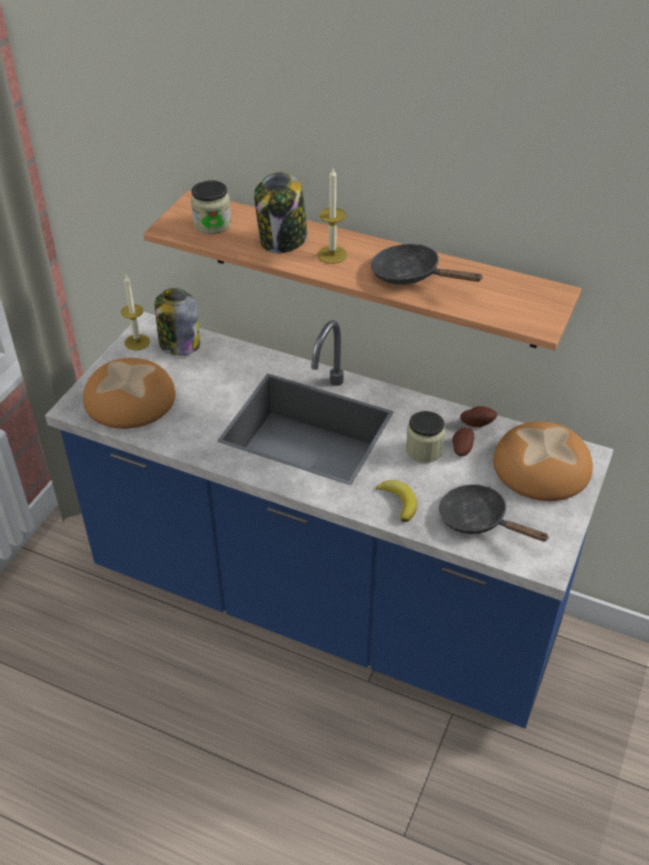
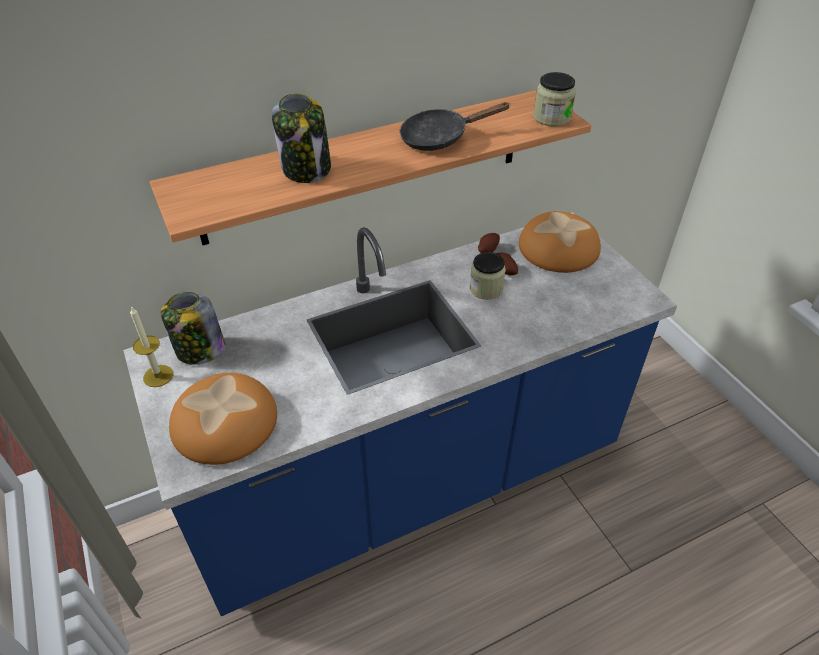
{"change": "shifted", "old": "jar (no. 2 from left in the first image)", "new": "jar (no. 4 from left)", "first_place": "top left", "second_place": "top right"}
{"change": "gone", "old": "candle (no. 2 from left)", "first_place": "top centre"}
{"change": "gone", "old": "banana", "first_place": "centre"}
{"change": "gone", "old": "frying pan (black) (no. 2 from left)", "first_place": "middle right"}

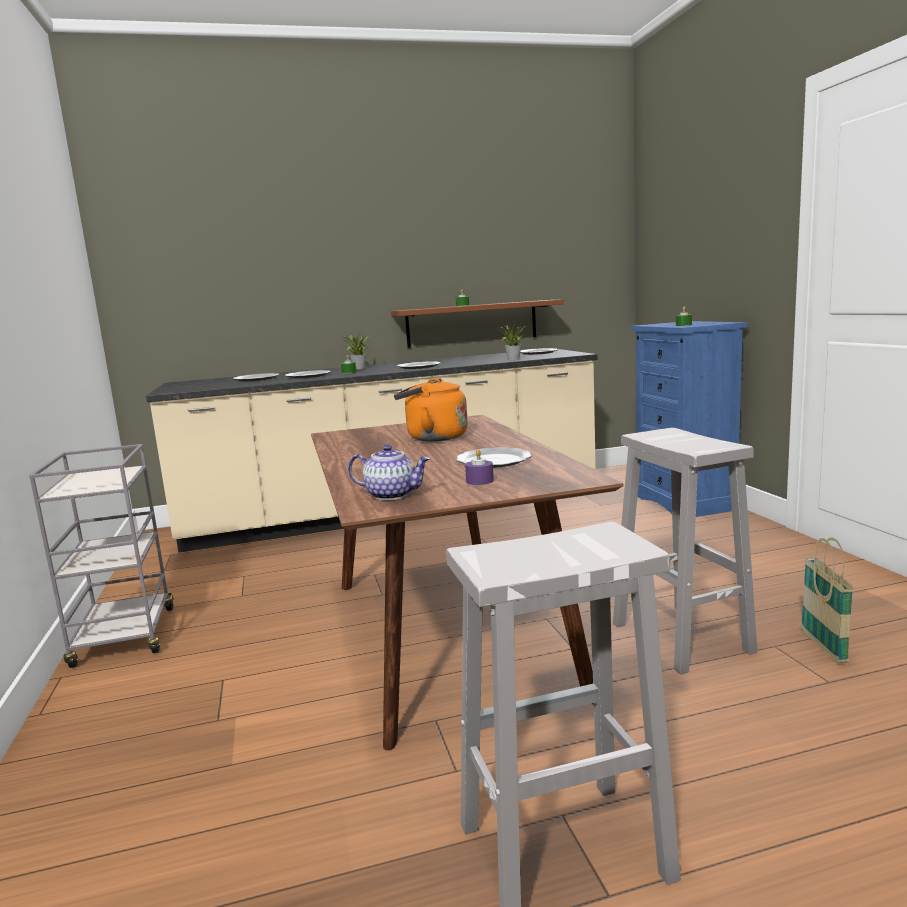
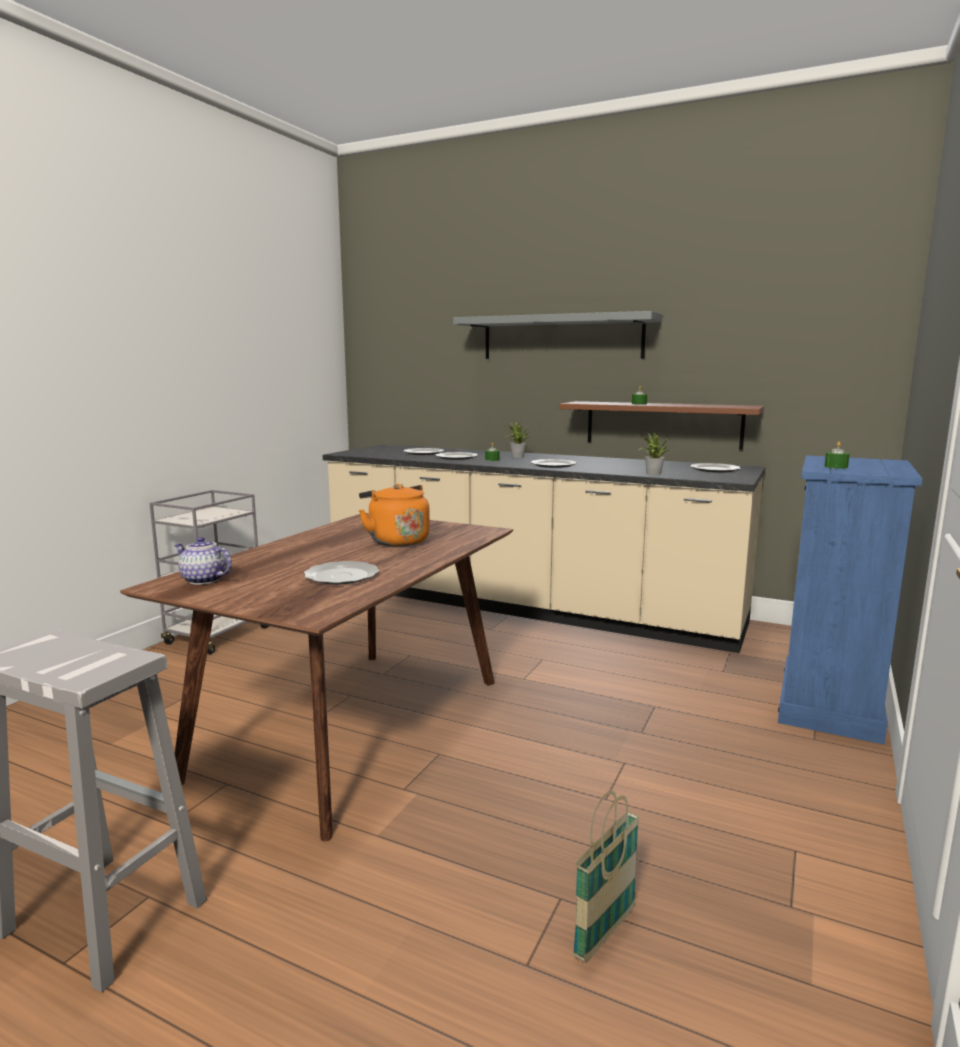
{"change": "rotated", "old": "teapot", "first_place": "centre", "second_place": "middle left", "degrees": 150}
{"change": "new", "new": "shelf (grey)", "second_place": "top centre"}
{"change": "gone", "old": "candle (purple)", "first_place": "centre"}
{"change": "gone", "old": "stool (white) (no. 2 from left)", "first_place": "middle right"}

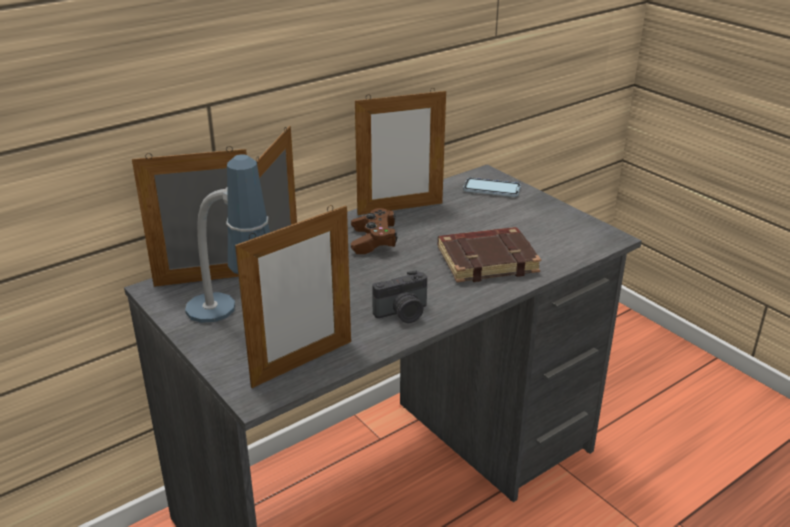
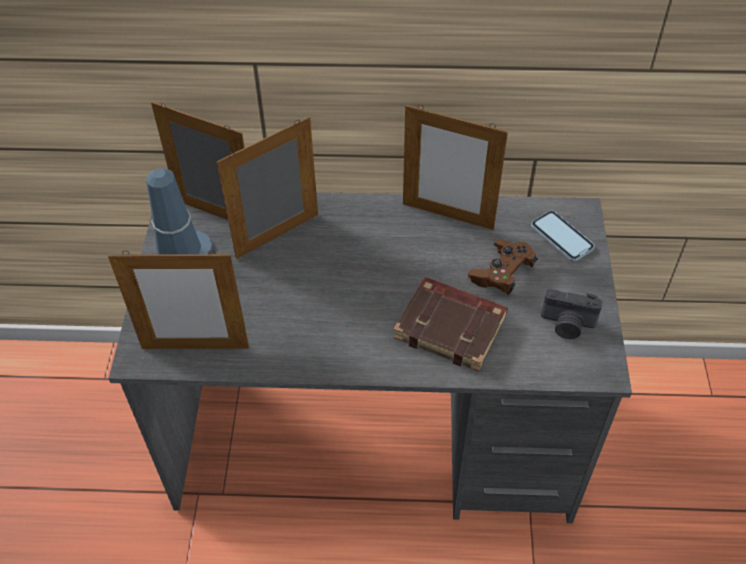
{"change": "shifted", "old": "game controller (brown)", "first_place": "centre", "second_place": "middle right"}
{"change": "shifted", "old": "photo camera", "first_place": "centre", "second_place": "middle right"}

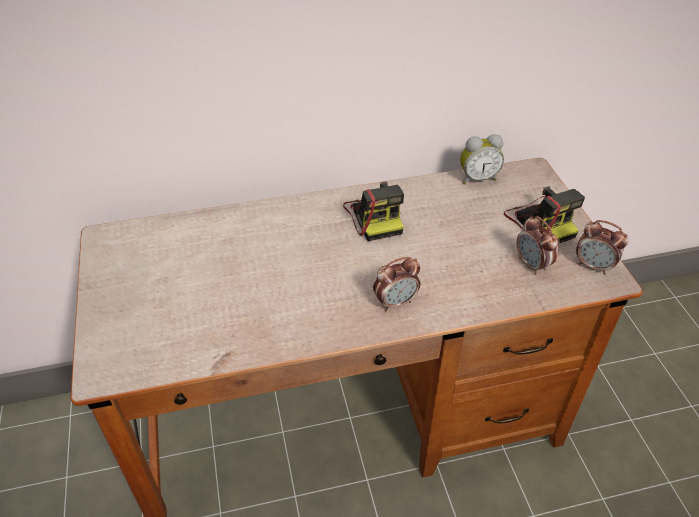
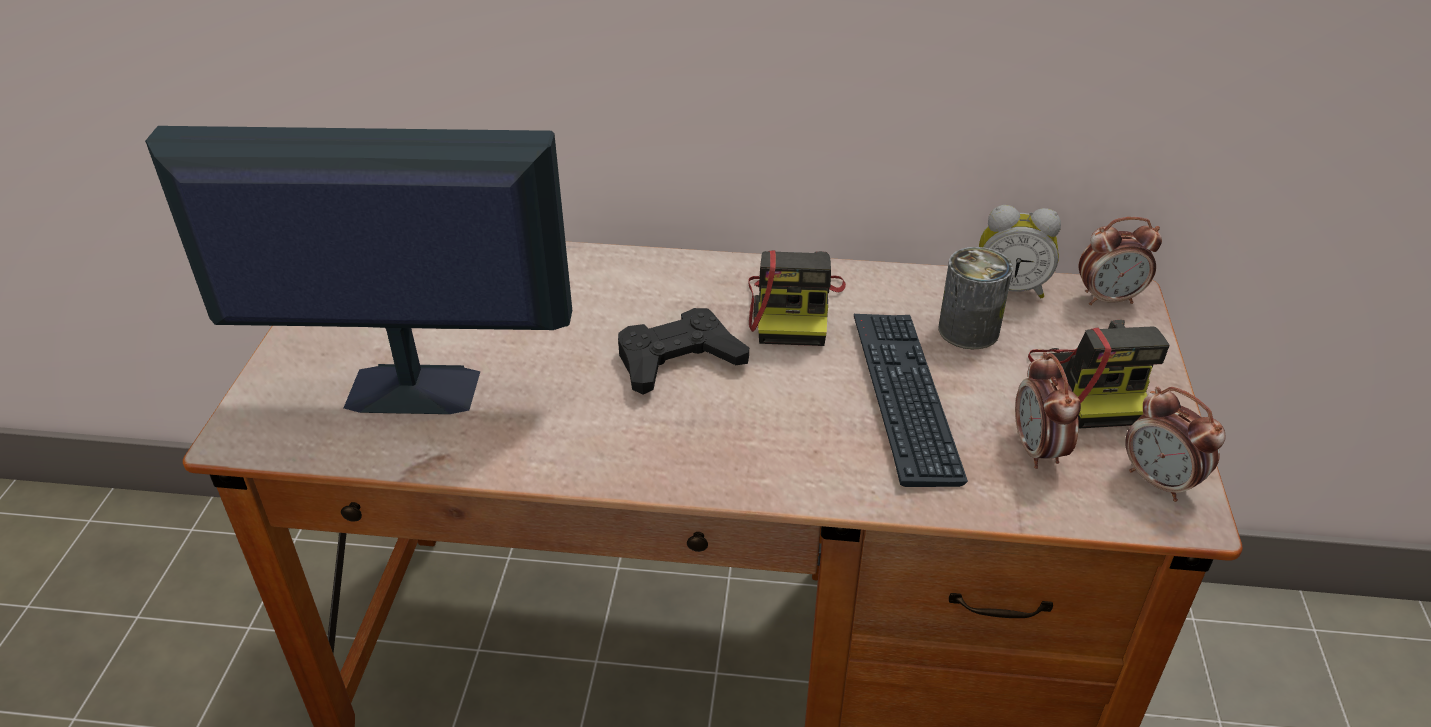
{"change": "new", "new": "monitor", "second_place": "middle left"}
{"change": "new", "new": "game controller (black)", "second_place": "centre"}
{"change": "new", "new": "keyboard", "second_place": "centre"}
{"change": "new", "new": "can", "second_place": "middle right"}
{"change": "shifted", "old": "alarm clock (no. 1 from left in the first image)", "new": "alarm clock (no. 3 from left)", "first_place": "centre", "second_place": "middle right"}

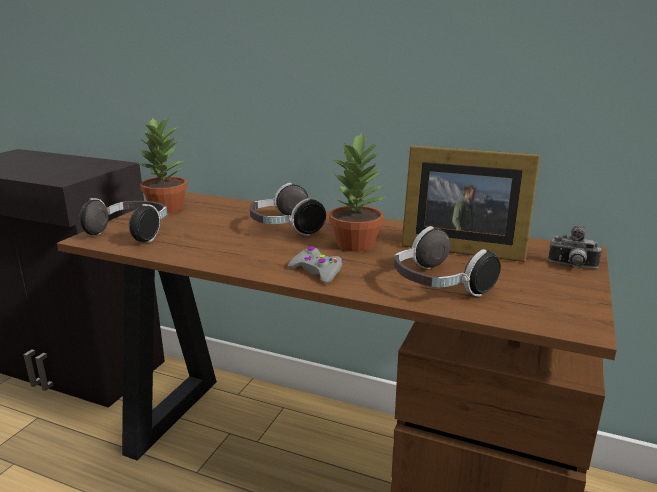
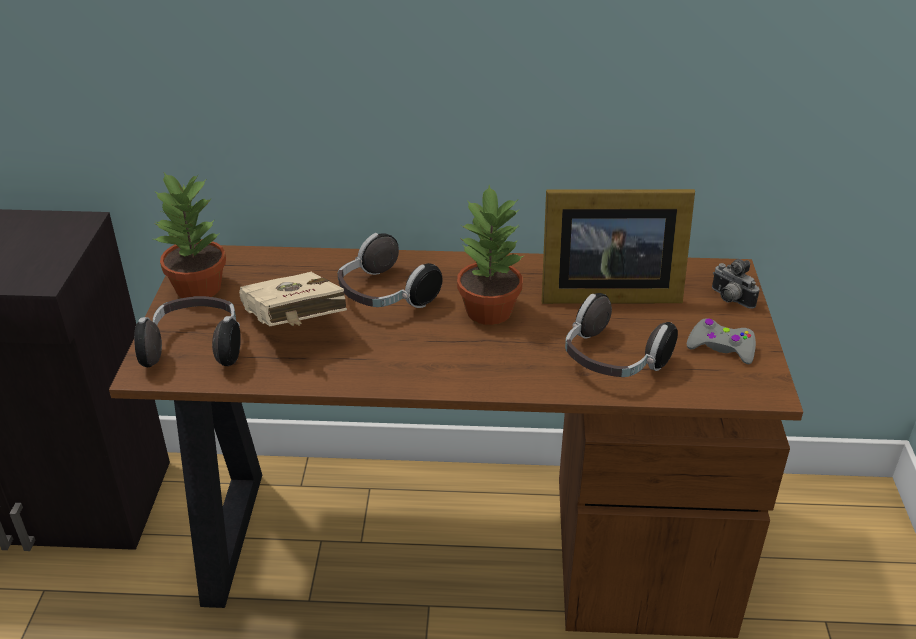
{"change": "new", "new": "book (beige)", "second_place": "middle left"}
{"change": "shifted", "old": "game controller (grey)", "first_place": "centre", "second_place": "middle right"}
{"change": "rotated", "old": "photo camera", "first_place": "middle right", "second_place": "middle right", "degrees": 45}

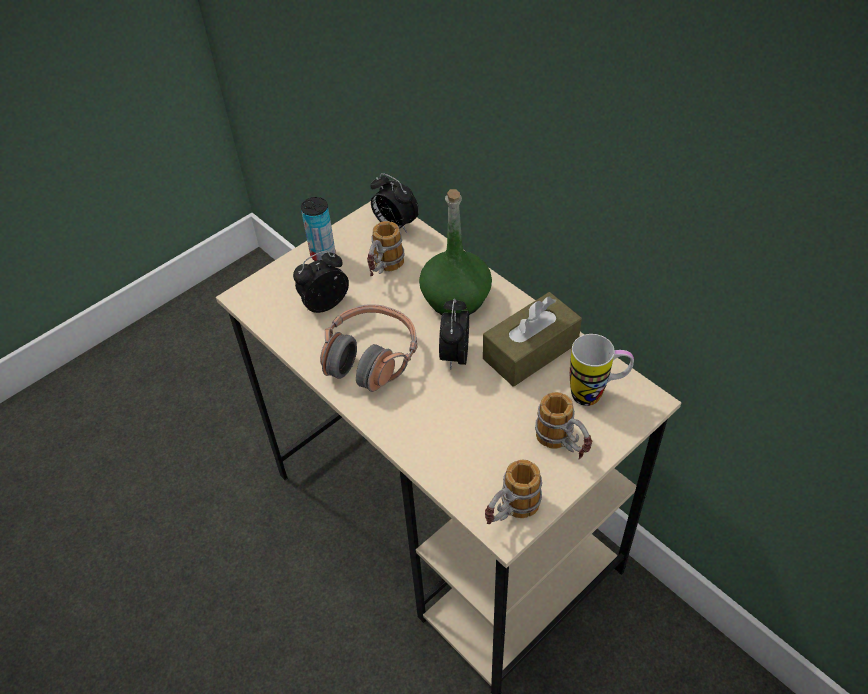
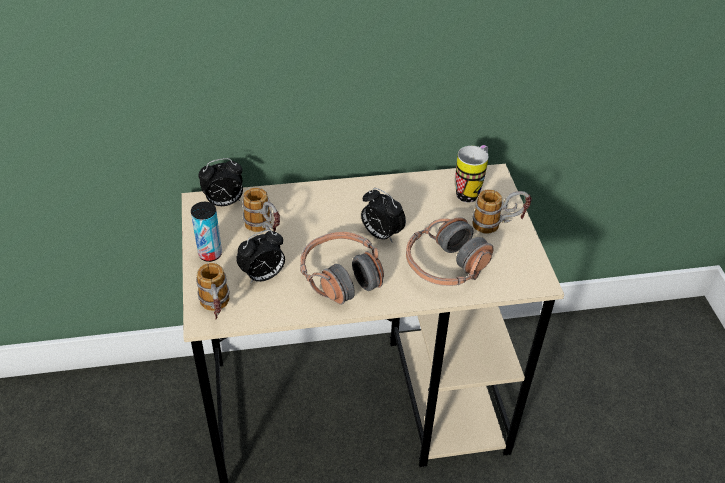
{"change": "shifted", "old": "mug (no. 2 from left in the first image)", "new": "mug (no. 1 from left)", "first_place": "bottom centre", "second_place": "middle left"}
{"change": "rotated", "old": "alarm clock (no. 1 from left in the first image)", "first_place": "centre", "second_place": "centre", "degrees": -120}
{"change": "new", "new": "headphones (no. 2 from left)", "second_place": "centre"}
{"change": "gone", "old": "bottle (green)", "first_place": "centre"}
{"change": "gone", "old": "tissue box (brown)", "first_place": "centre"}

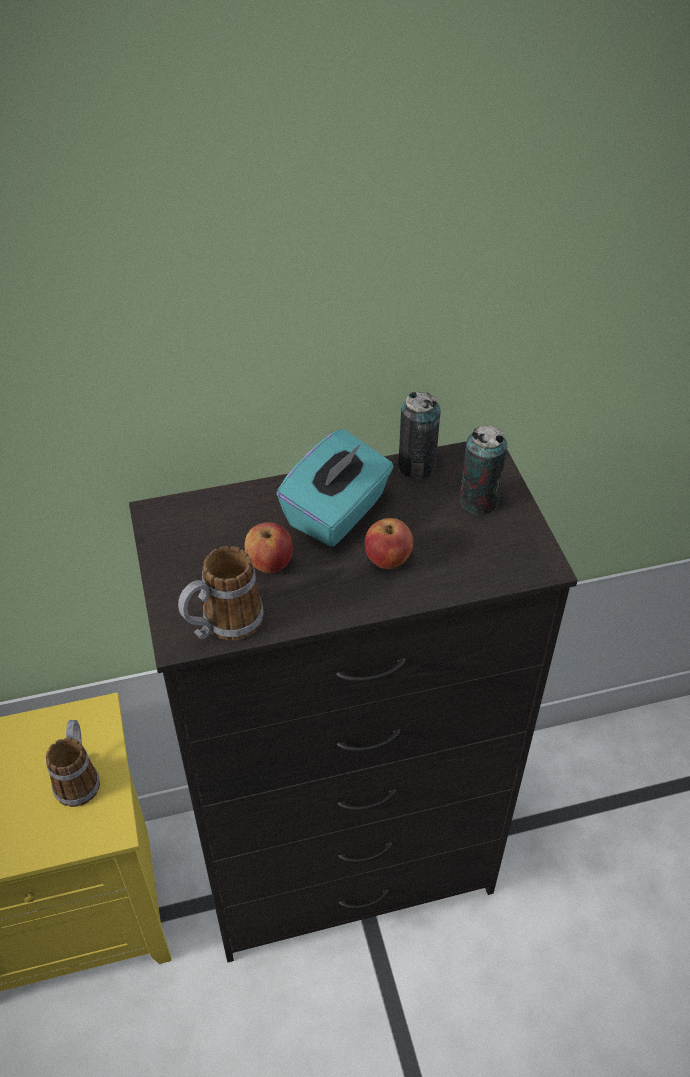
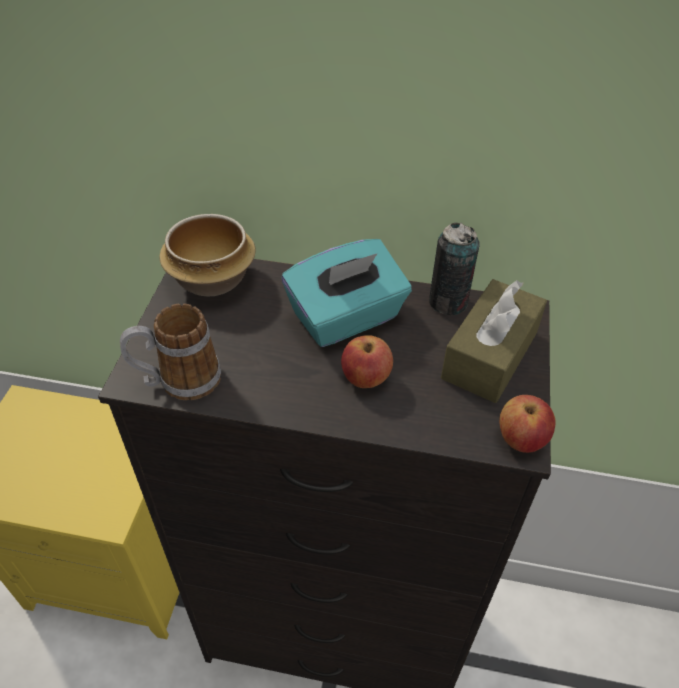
{"change": "new", "new": "bowl", "second_place": "middle left"}
{"change": "swapped", "old": "can (no. 2 from left)", "new": "tissue box (brown)", "first_place": "middle right", "second_place": "middle right"}
{"change": "shifted", "old": "apple (no. 1 from left in the first image)", "new": "apple (no. 2 from left)", "first_place": "centre", "second_place": "middle right"}
{"change": "gone", "old": "mug (no. 1 from left)", "first_place": "bottom left"}

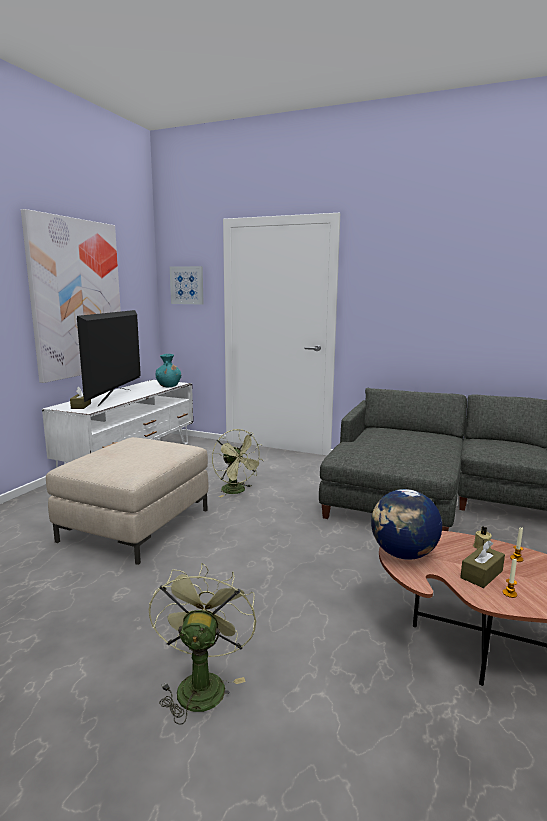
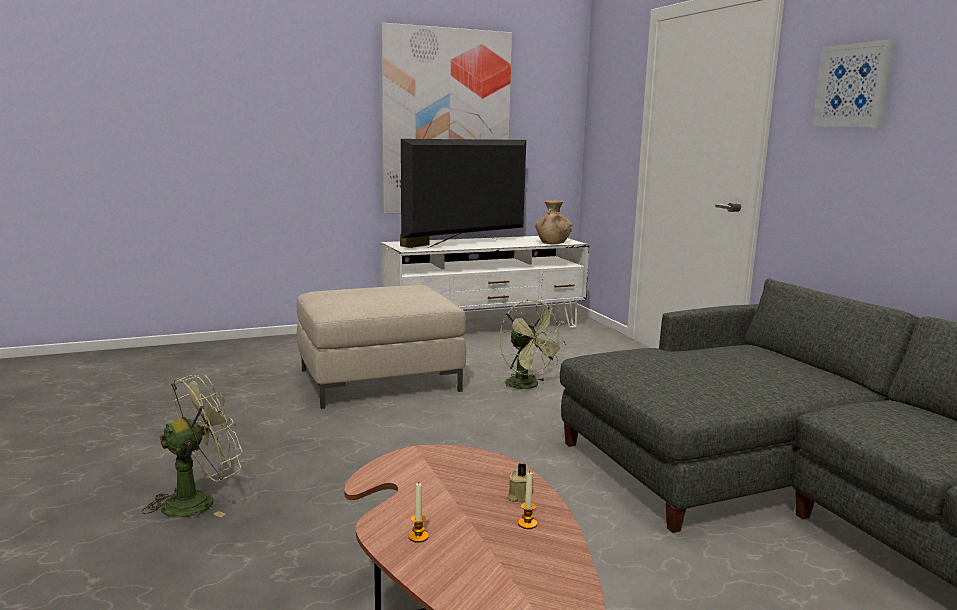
{"change": "rotated", "old": "fan (green) (no. 2 from left)", "first_place": "centre", "second_place": "centre", "degrees": -45}
{"change": "repainted", "old": "vase (turquoise)", "new": "vase (brown)", "first_place": "middle left", "second_place": "centre"}
{"change": "shifted", "old": "picture (no. 2 from left)", "first_place": "centre", "second_place": "top right"}
{"change": "gone", "old": "globe", "first_place": "middle right"}
{"change": "gone", "old": "tissue box (brown) (no. 2 from left)", "first_place": "bottom right"}

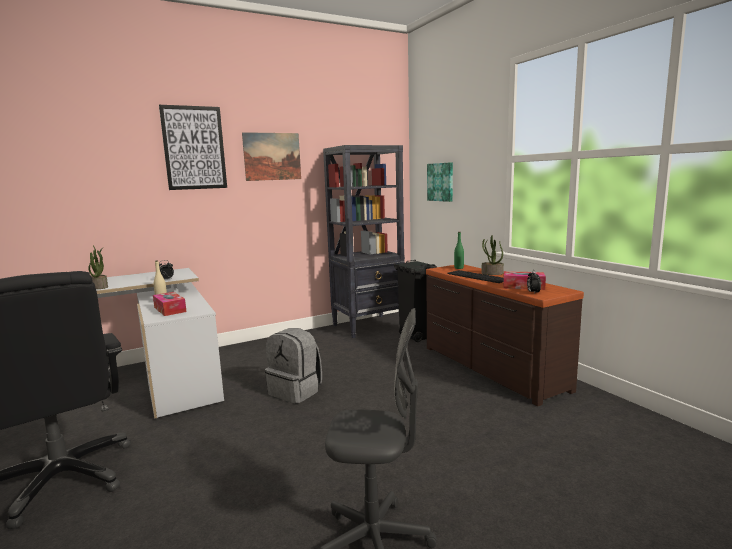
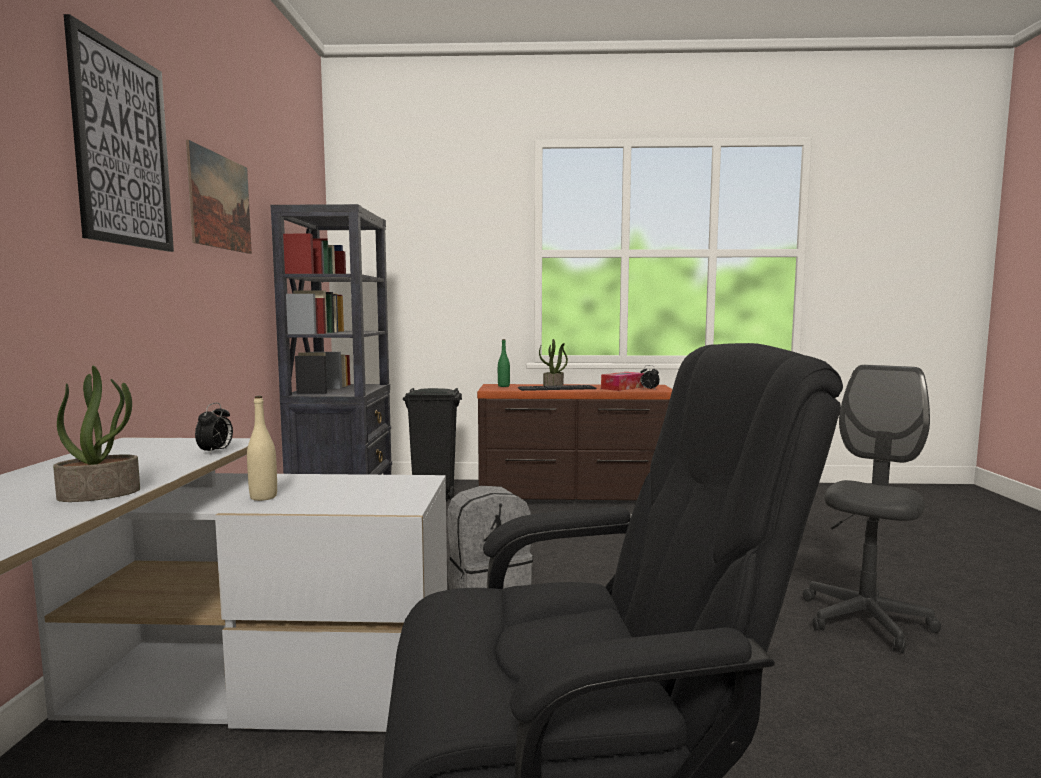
{"change": "gone", "old": "tissue box (no. 1 from left)", "first_place": "middle left"}
{"change": "gone", "old": "picture (no. 3 from left)", "first_place": "top centre"}

